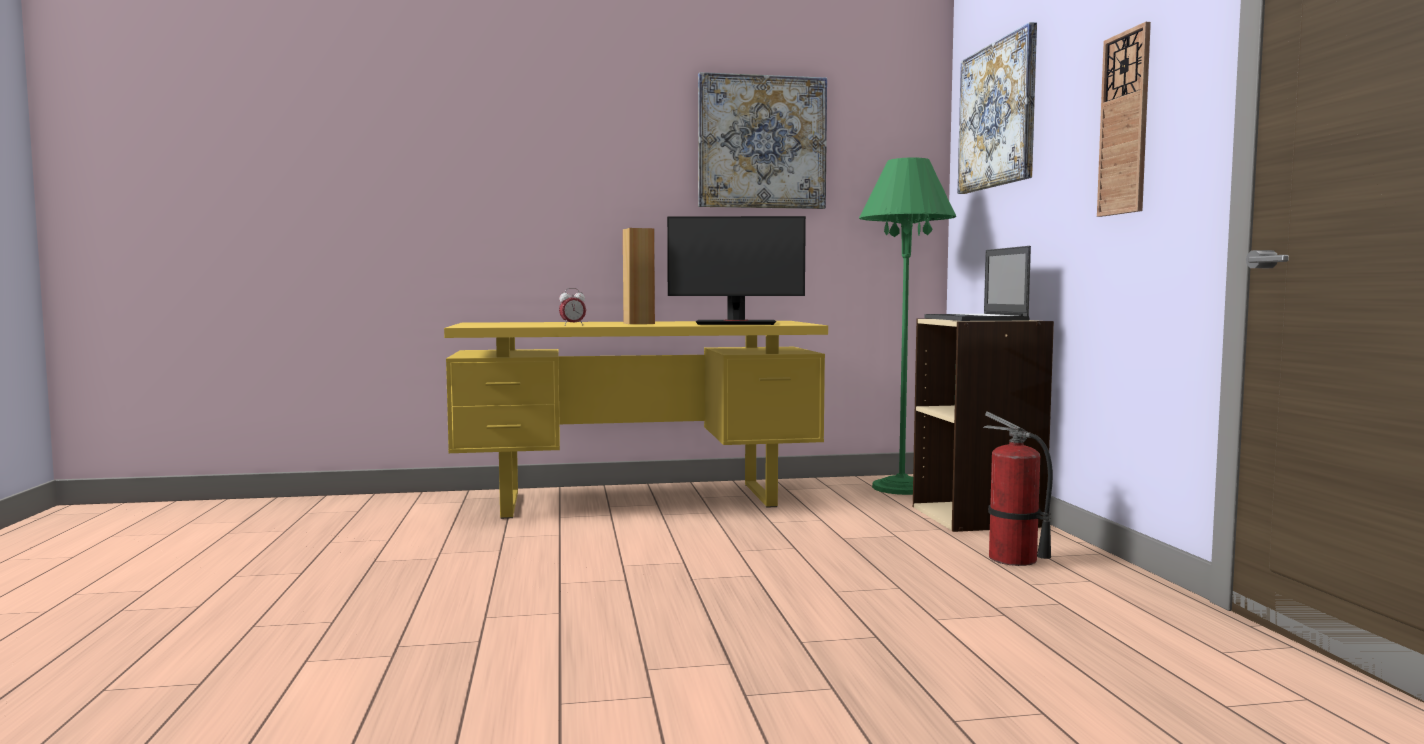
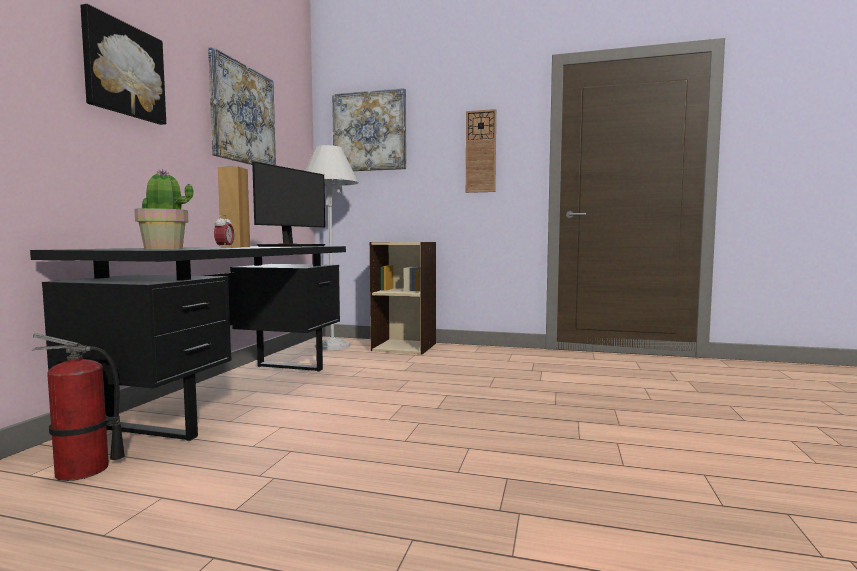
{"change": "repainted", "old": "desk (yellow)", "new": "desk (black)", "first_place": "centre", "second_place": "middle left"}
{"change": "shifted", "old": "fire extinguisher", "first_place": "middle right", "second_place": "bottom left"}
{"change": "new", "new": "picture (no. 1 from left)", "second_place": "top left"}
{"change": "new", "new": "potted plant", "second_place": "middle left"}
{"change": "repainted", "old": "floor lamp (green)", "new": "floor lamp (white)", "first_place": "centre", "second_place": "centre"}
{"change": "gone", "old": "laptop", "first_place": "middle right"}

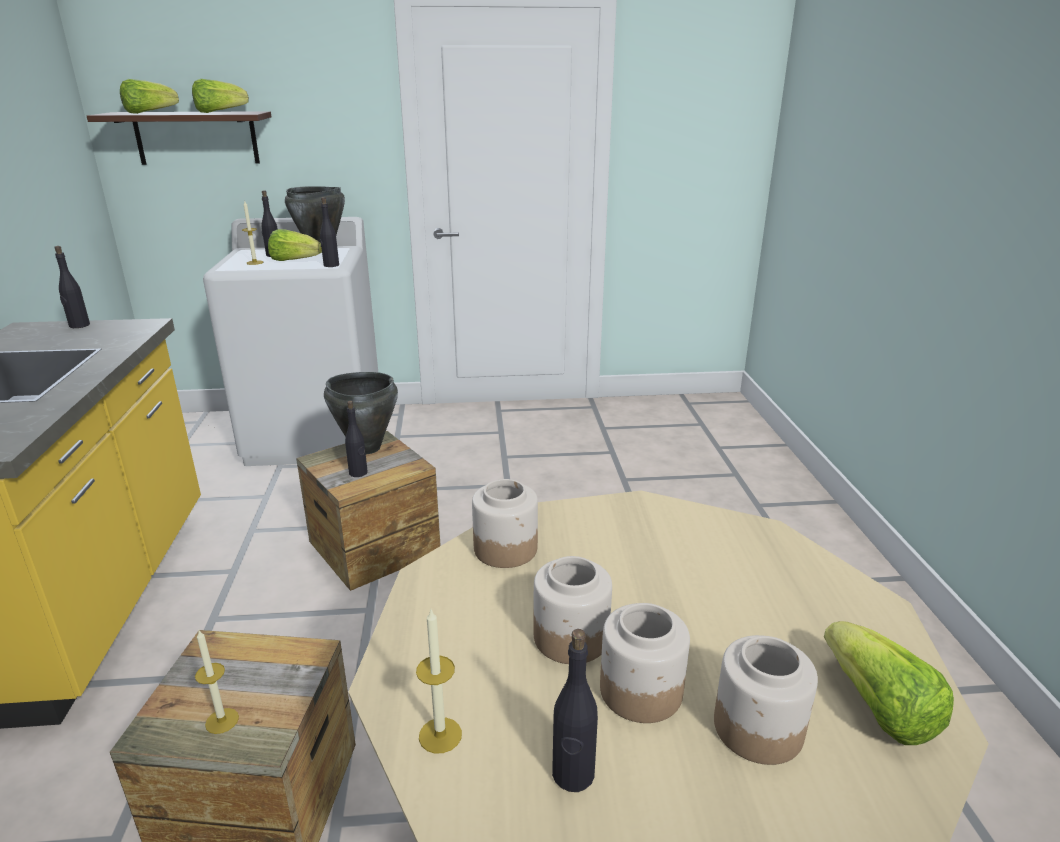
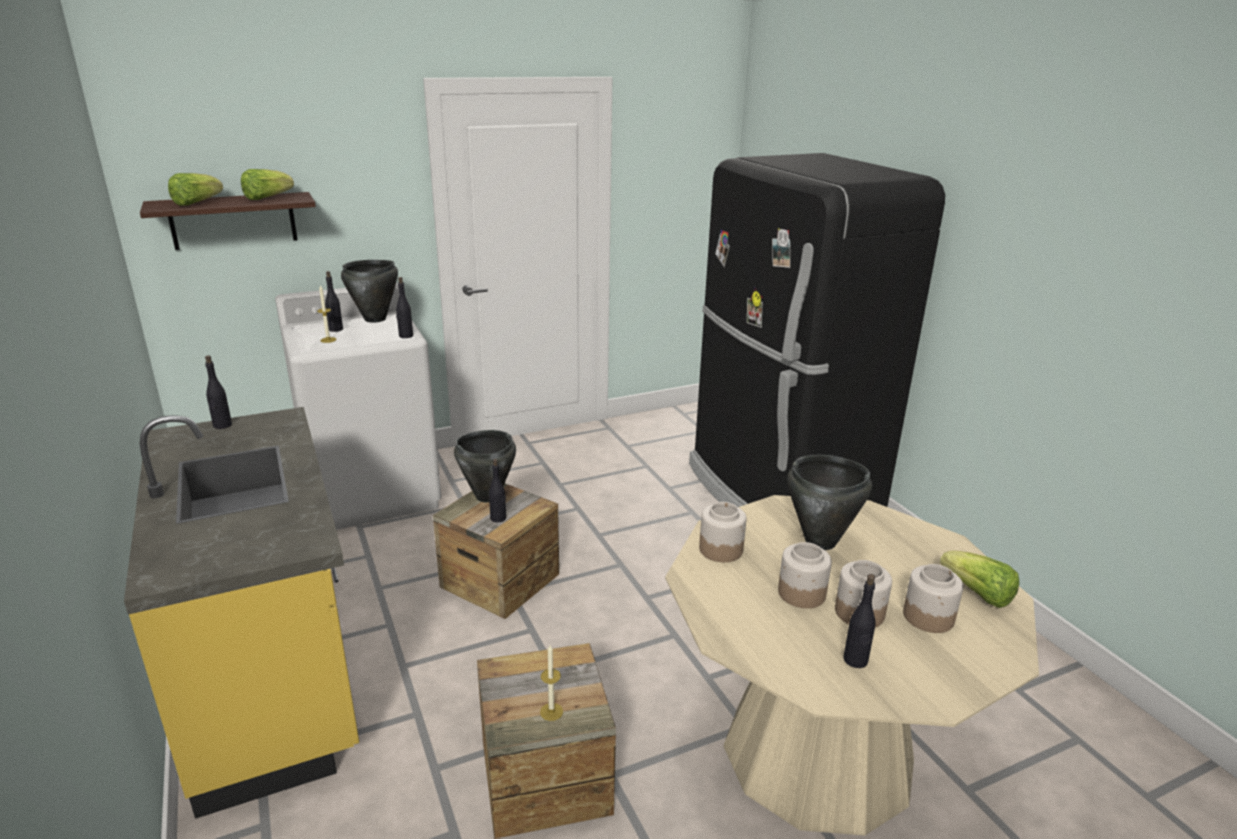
{"change": "new", "new": "fridge (black)", "second_place": "centre"}
{"change": "new", "new": "cooking pot (black) (no. 3 from left)", "second_place": "middle right"}
{"change": "gone", "old": "lettuce (no. 3 from left)", "first_place": "top left"}
{"change": "gone", "old": "candle (no. 3 from left)", "first_place": "bottom centre"}

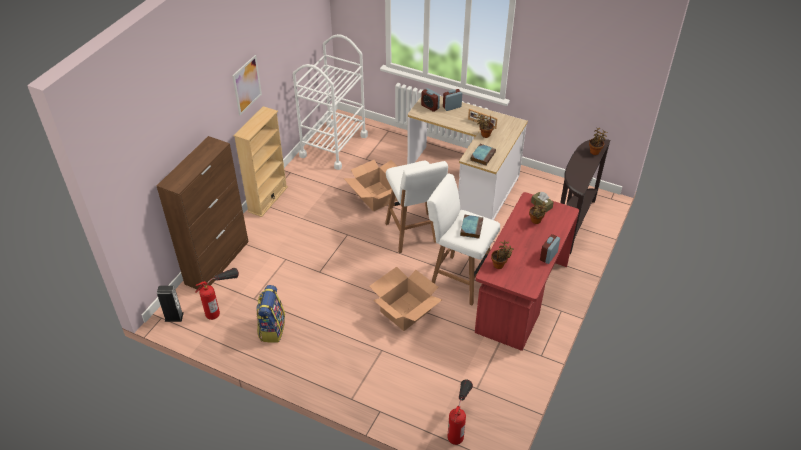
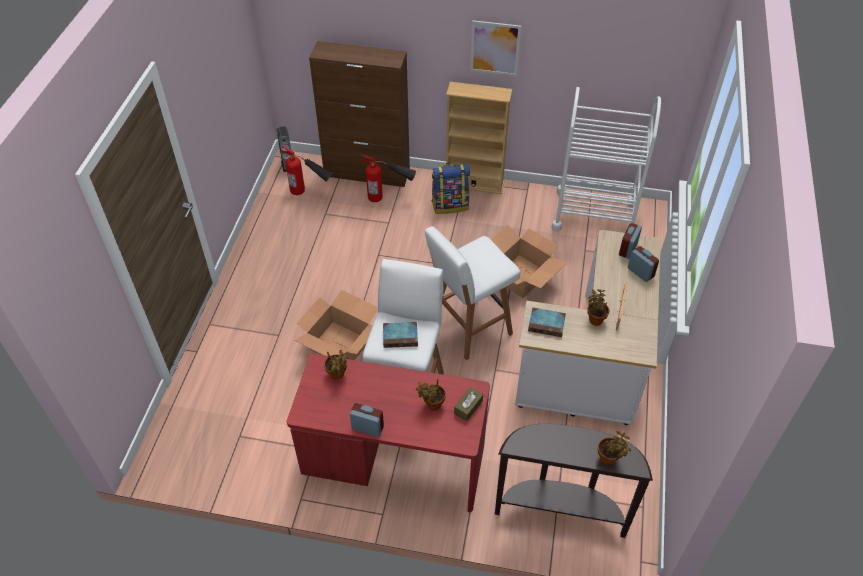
{"change": "shifted", "old": "fire extinguisher (no. 2 from left)", "first_place": "bottom centre", "second_place": "top centre"}
{"change": "shifted", "old": "backpack", "first_place": "bottom centre", "second_place": "top centre"}

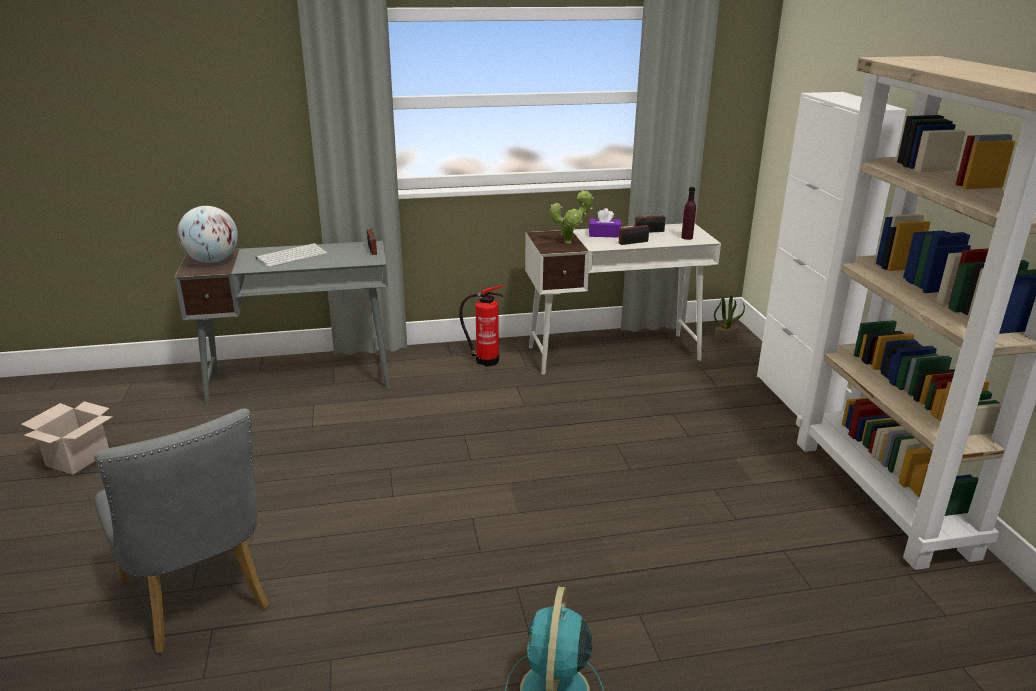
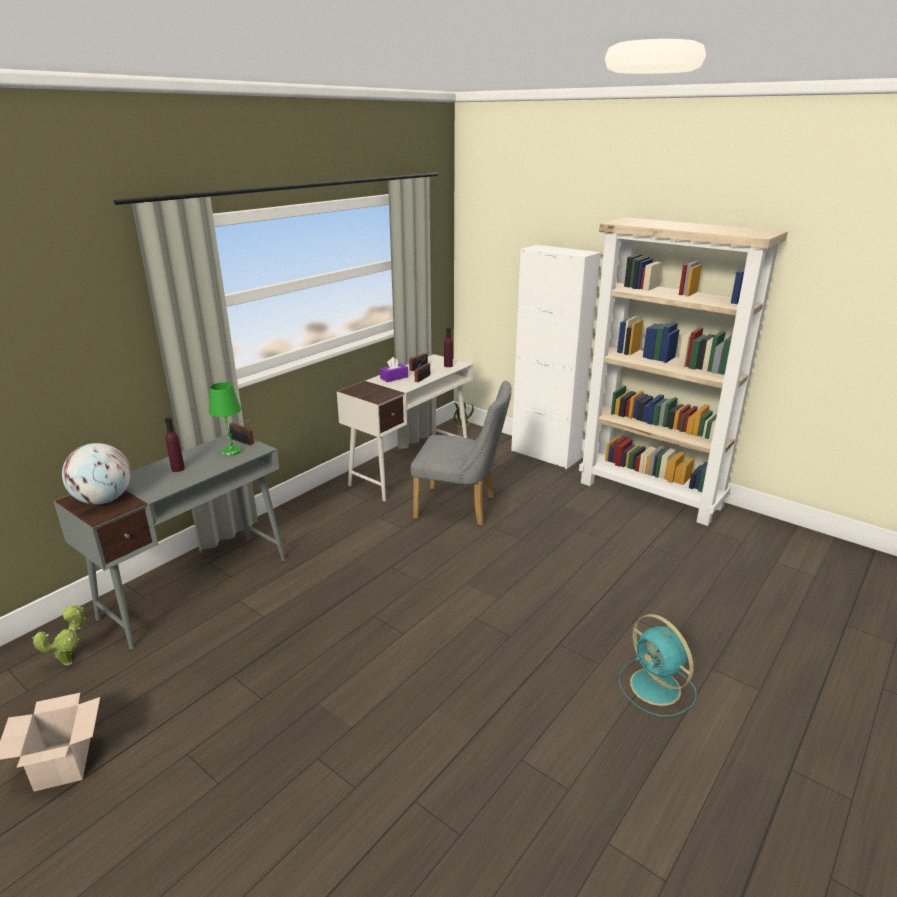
{"change": "shifted", "old": "potted plant (no. 1 from left)", "first_place": "top centre", "second_place": "bottom left"}
{"change": "swapped", "old": "keyboard", "new": "bottle (purple) (no. 1 from left)", "first_place": "middle left", "second_place": "middle left"}
{"change": "new", "new": "table lamp (green)", "second_place": "middle left"}
{"change": "shifted", "old": "chair (grey)", "first_place": "bottom left", "second_place": "centre"}
{"change": "gone", "old": "fire extinguisher", "first_place": "centre"}

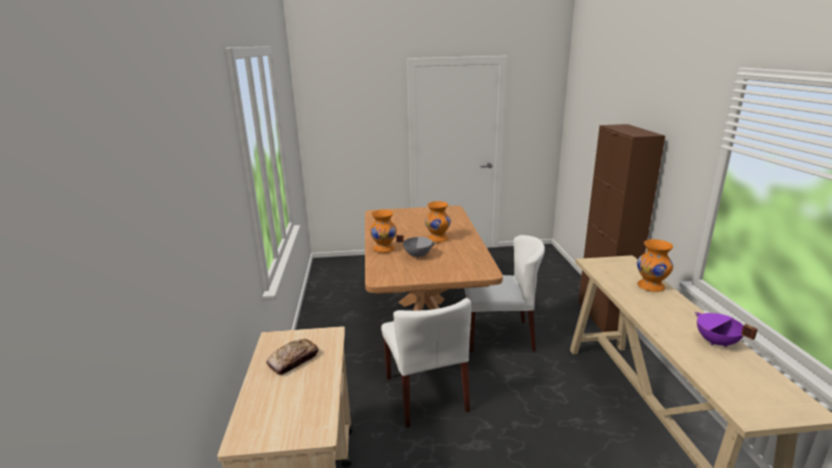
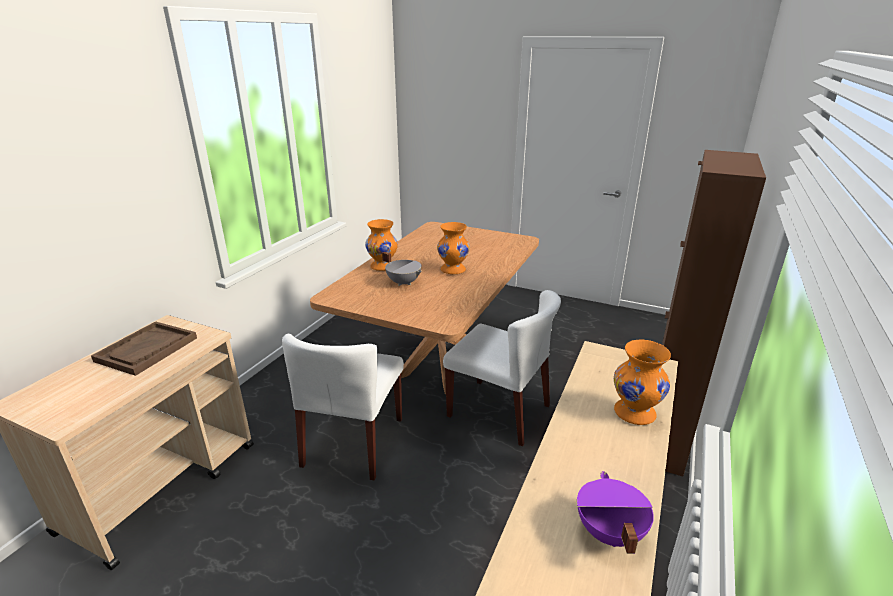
{"change": "swapped", "old": "bread", "new": "tray (brown)", "first_place": "bottom centre", "second_place": "middle left"}

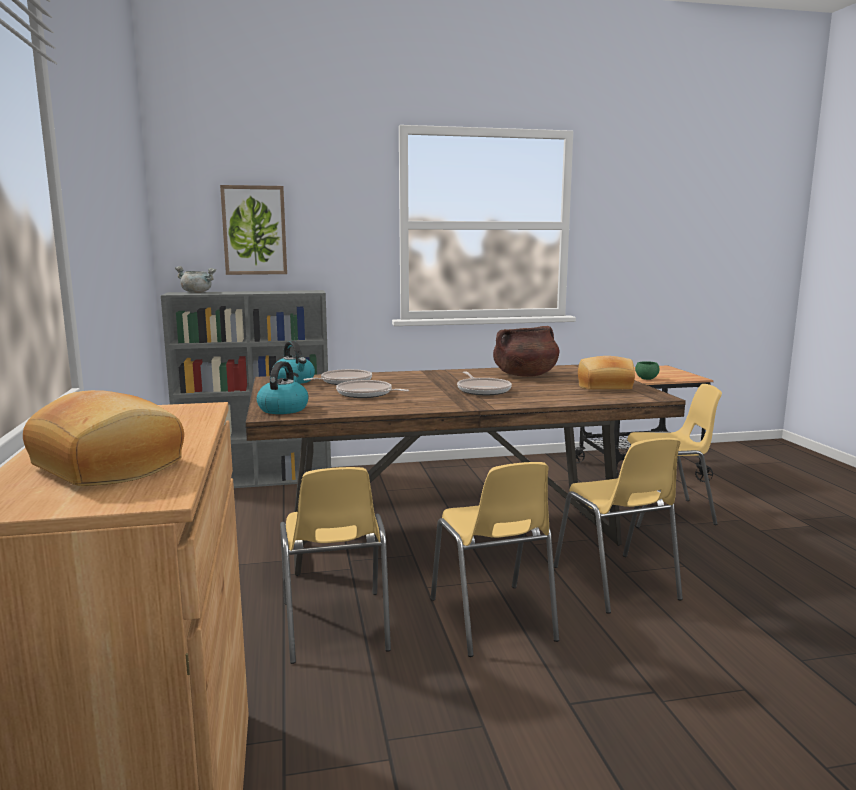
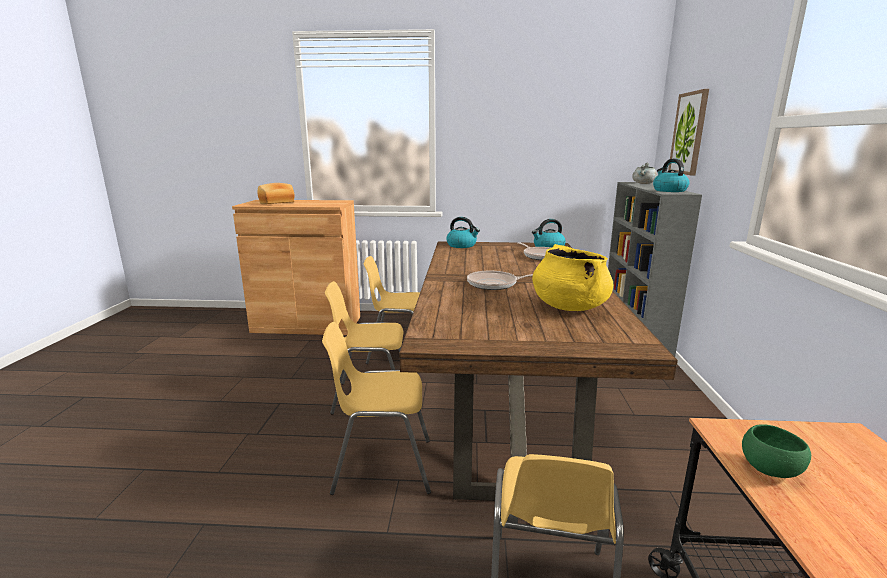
{"change": "repainted", "old": "cooking pot (brown)", "new": "cooking pot (yellow)", "first_place": "centre", "second_place": "centre"}
{"change": "new", "new": "kettle (no. 3 from left)", "second_place": "top right"}
{"change": "gone", "old": "frying pan (no. 2 from left)", "first_place": "centre"}
{"change": "gone", "old": "bread (no. 2 from left)", "first_place": "middle right"}

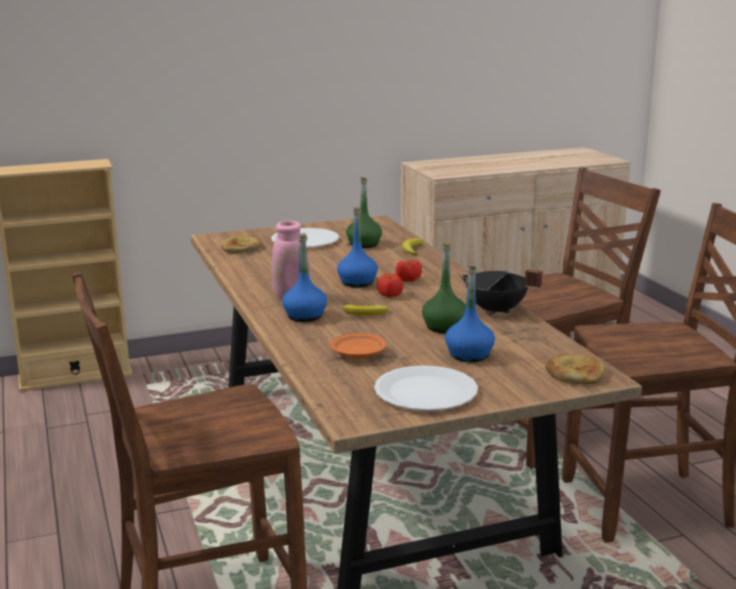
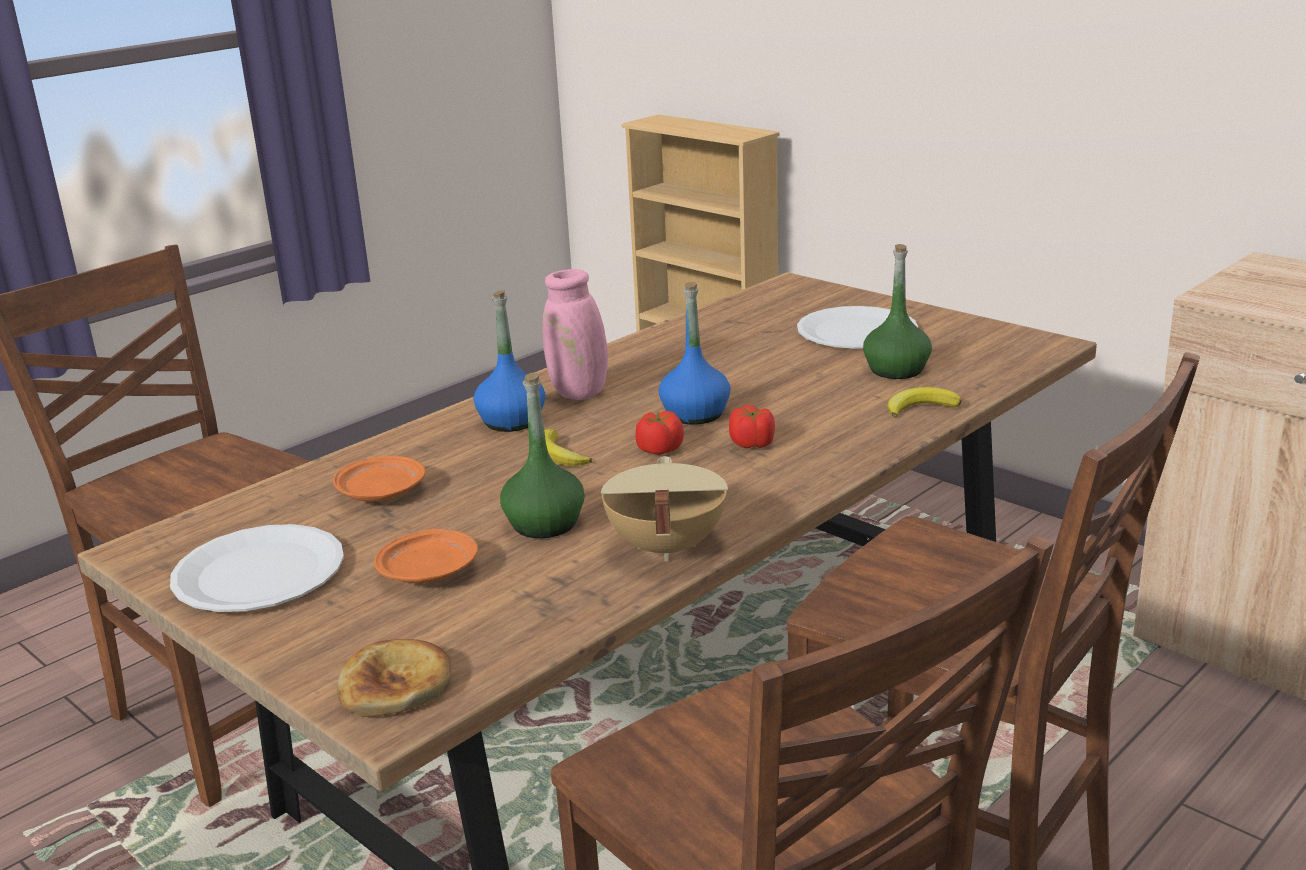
{"change": "swapped", "old": "bottle (blue) (no. 3 from left)", "new": "plate (orange) (no. 2 from left)", "first_place": "centre", "second_place": "middle left"}
{"change": "repainted", "old": "cooking pot (black)", "new": "cooking pot (beige)", "first_place": "middle right", "second_place": "centre"}
{"change": "gone", "old": "bread (no. 1 from left)", "first_place": "middle left"}

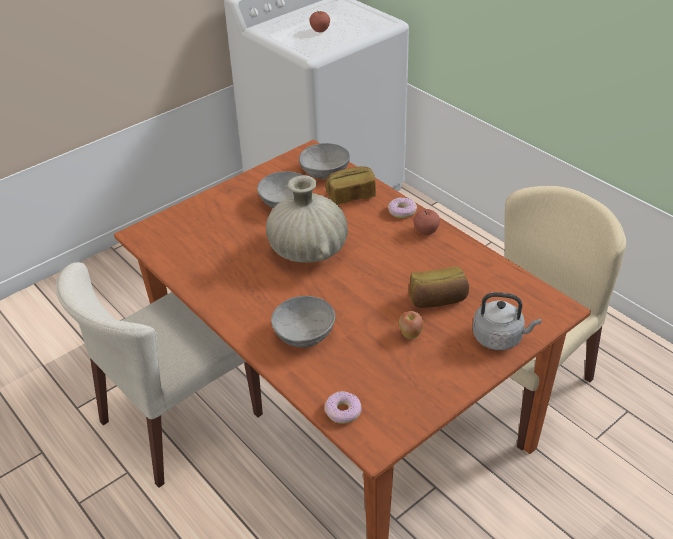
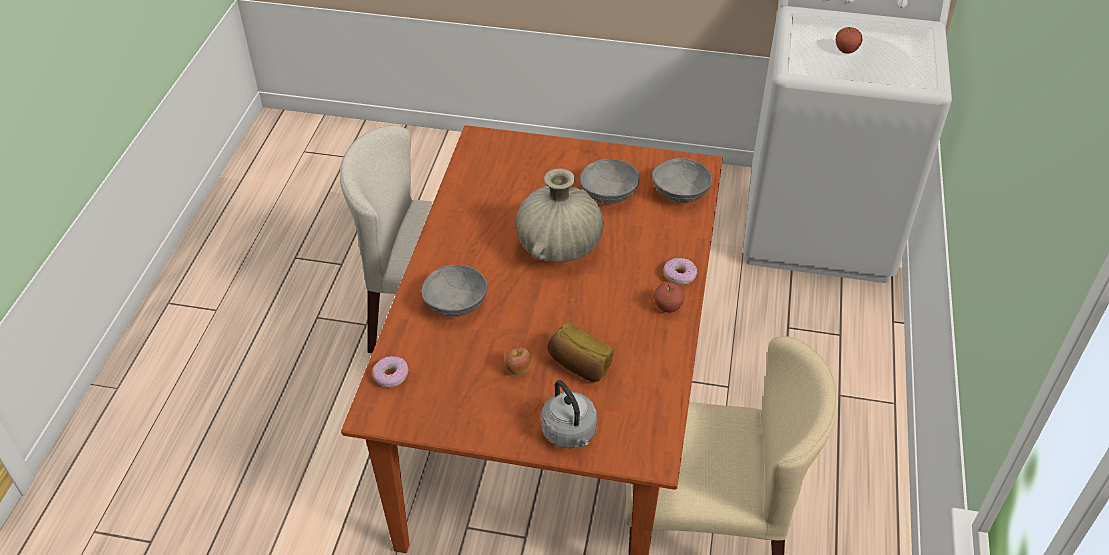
{"change": "gone", "old": "bread (no. 1 from left)", "first_place": "centre"}

